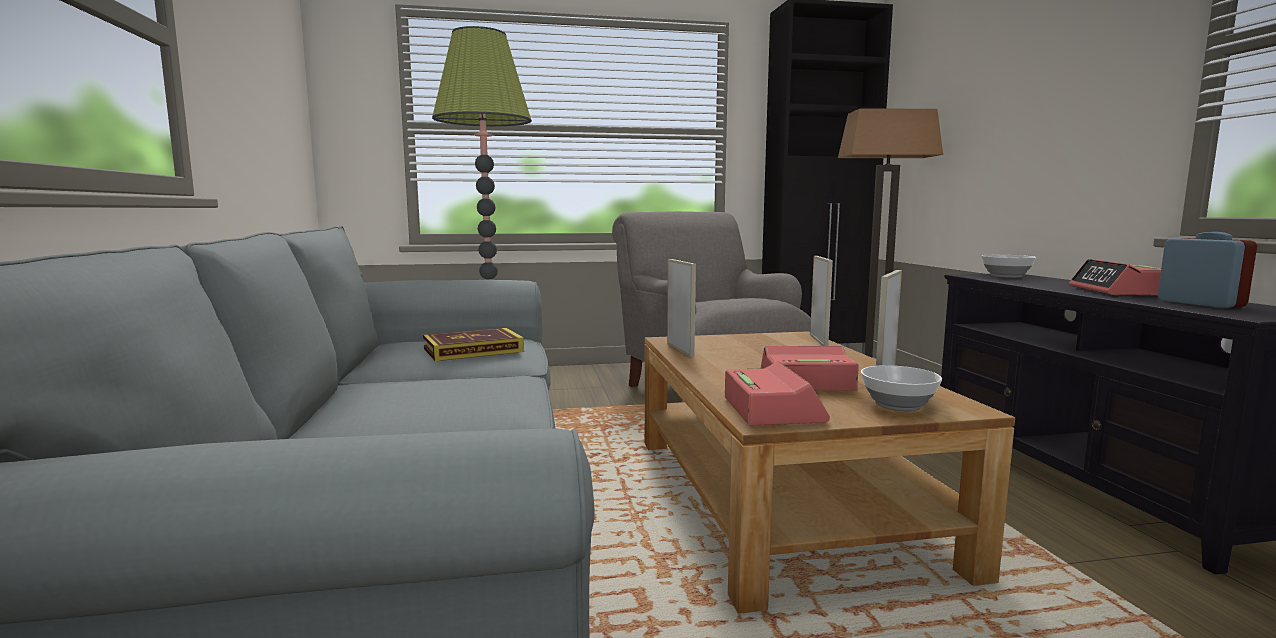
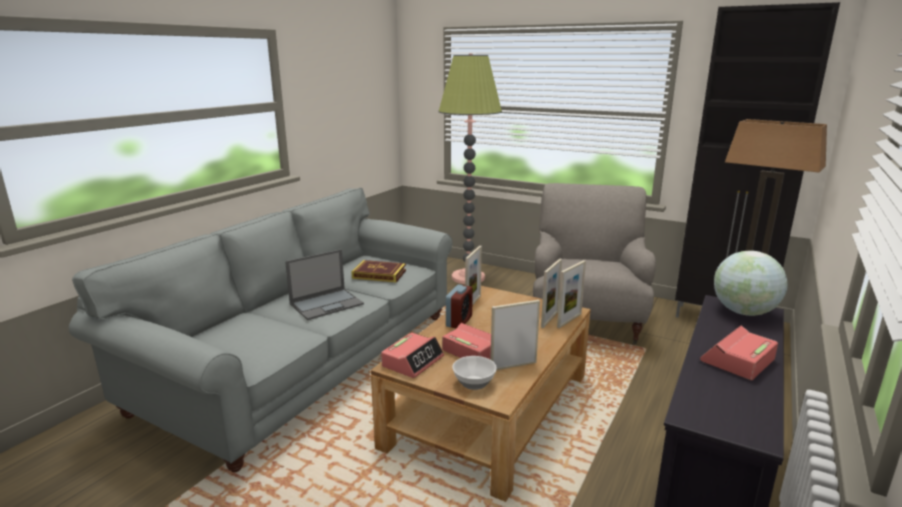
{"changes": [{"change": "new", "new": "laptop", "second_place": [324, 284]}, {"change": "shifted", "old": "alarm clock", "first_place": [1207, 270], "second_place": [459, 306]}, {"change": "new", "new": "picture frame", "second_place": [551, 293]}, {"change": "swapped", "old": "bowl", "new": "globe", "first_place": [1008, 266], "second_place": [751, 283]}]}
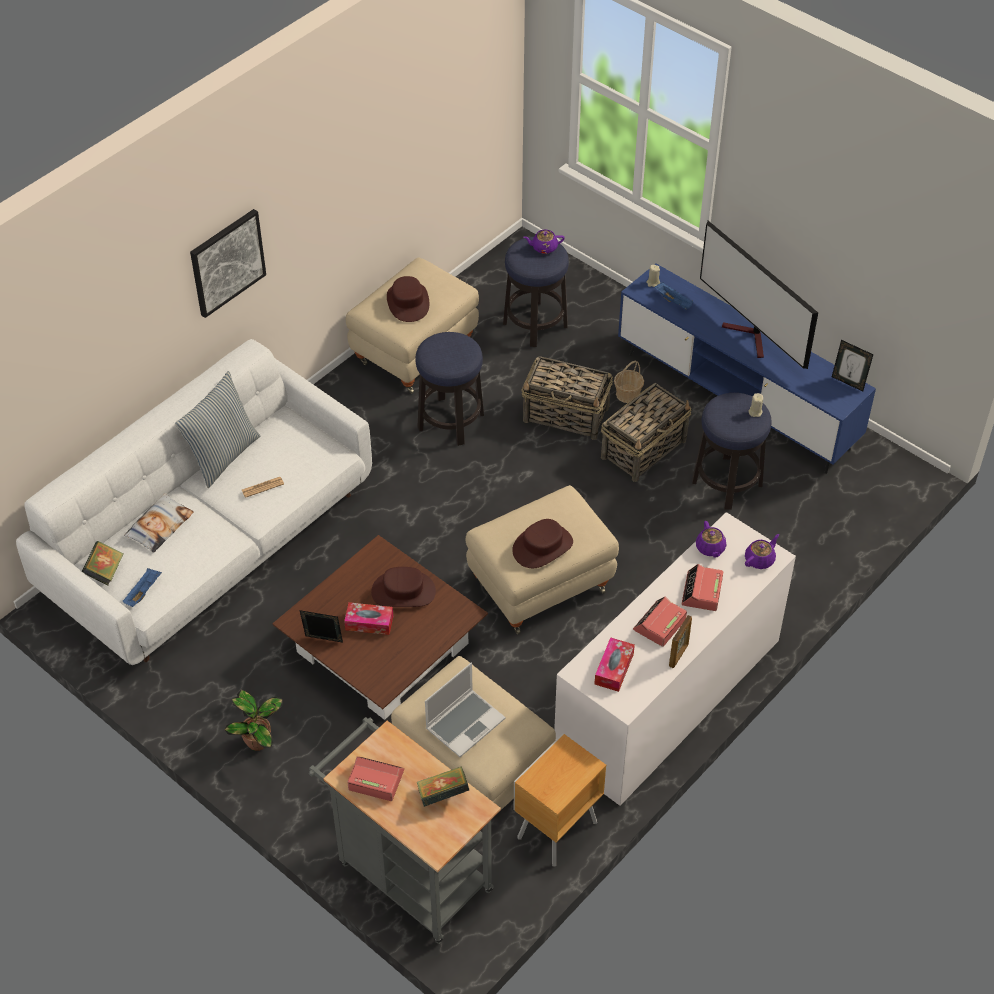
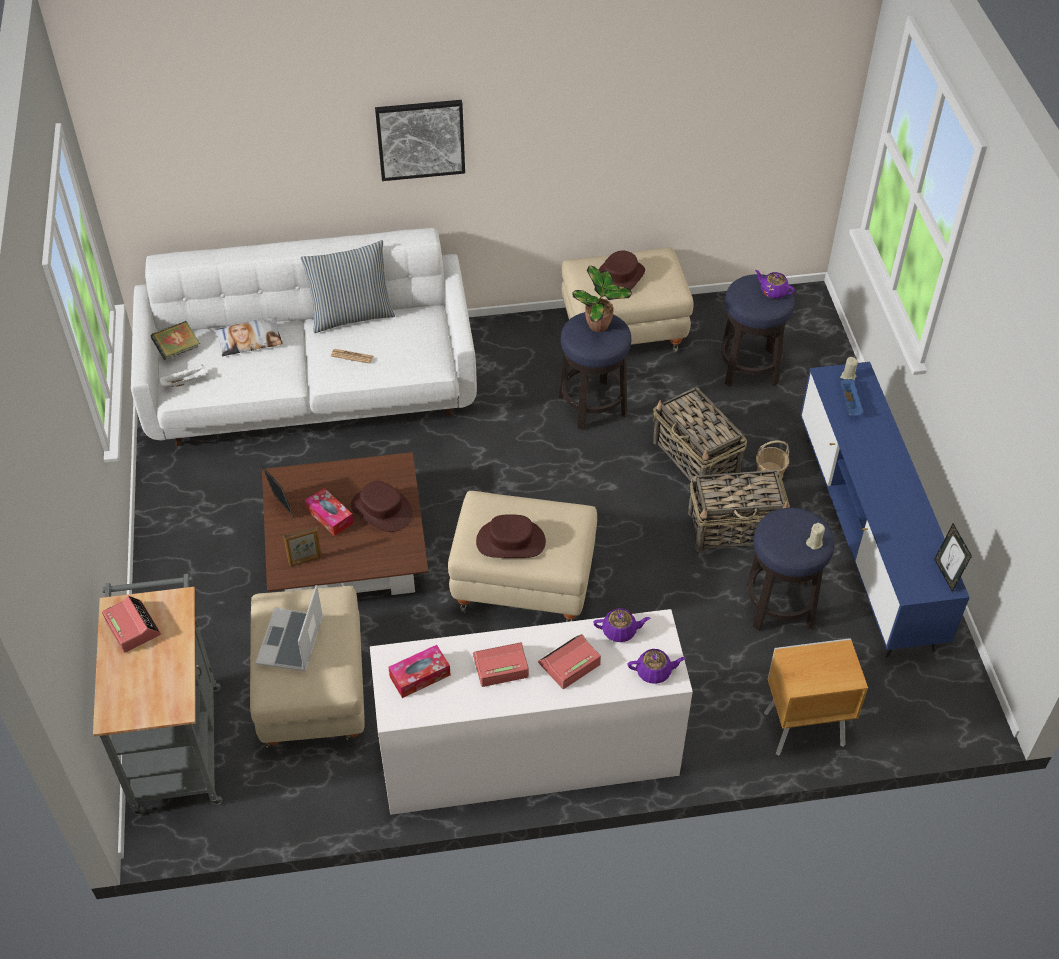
{"changes": [{"change": "repainted", "old": "blue tray", "new": "white tray", "first_place": [142, 587], "second_place": [184, 375]}, {"change": "rotated", "old": "laptop", "first_place": [465, 710], "second_place": [289, 628], "degrees": 105}, {"change": "shifted", "old": "picture frame", "first_place": [680, 641], "second_place": [302, 546]}, {"change": "shifted", "old": "potted plant", "first_place": [254, 720], "second_place": [602, 299]}, {"change": "rotated", "old": "purple teapot", "first_place": [711, 539], "second_place": [621, 625], "degrees": -120}, {"change": "shifted", "old": "brown nightstand", "first_place": [560, 800], "second_place": [816, 696]}, {"change": "gone", "old": "book", "first_place": [443, 786]}, {"change": "gone", "old": "television", "first_place": [759, 295]}]}
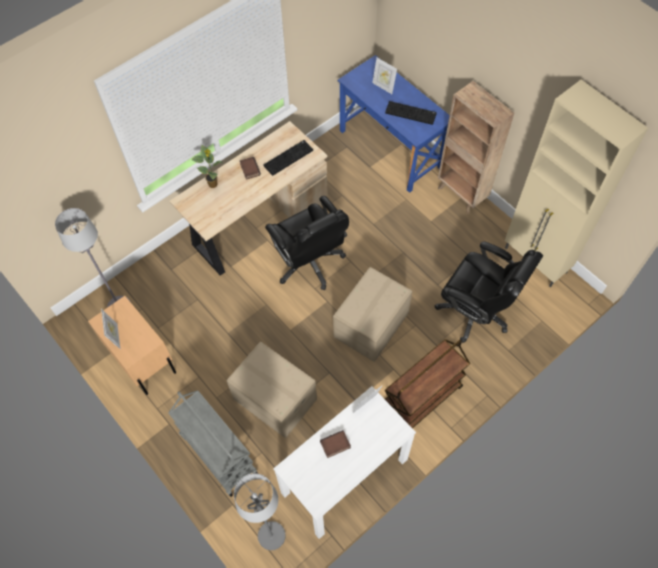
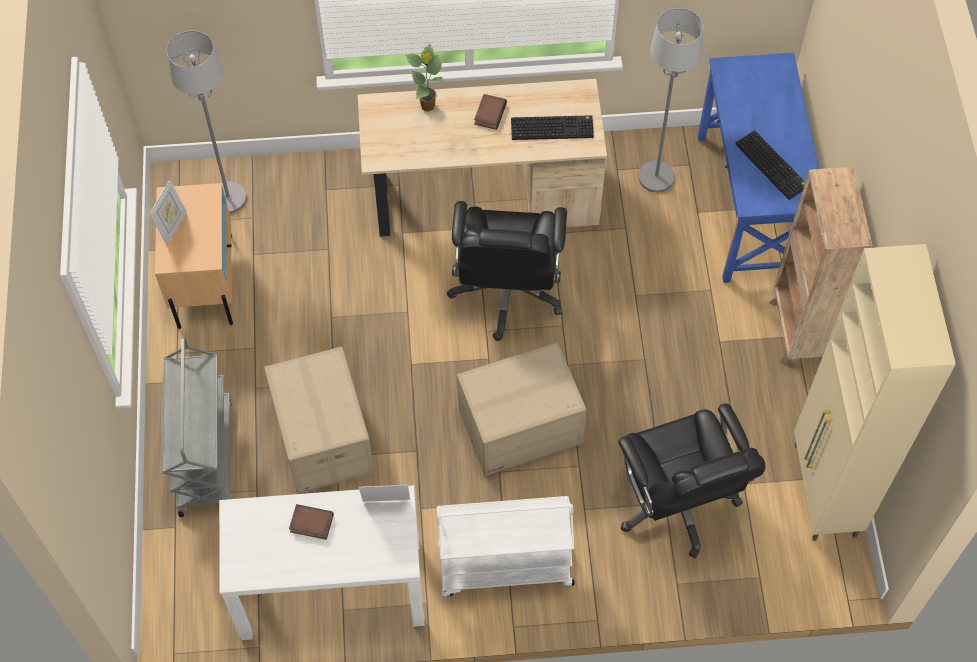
{"changes": [{"change": "repainted", "old": "brown cart", "new": "white cart", "first_place": [427, 383], "second_place": [506, 546]}, {"change": "shifted", "old": "grey floor lamp", "first_place": [260, 511], "second_place": [670, 100]}, {"change": "gone", "old": "picture frame", "first_place": [384, 76]}]}
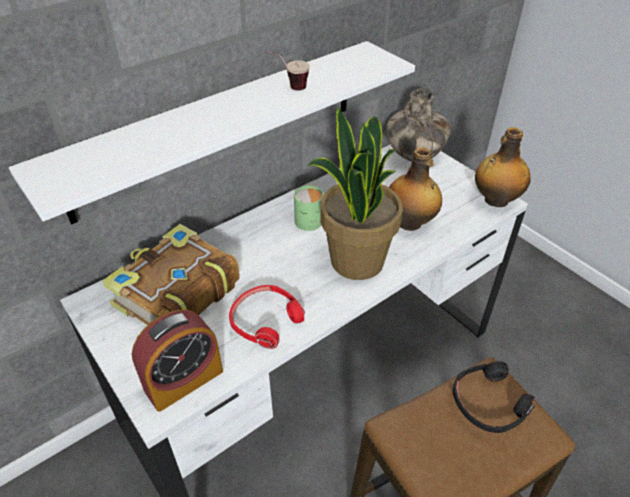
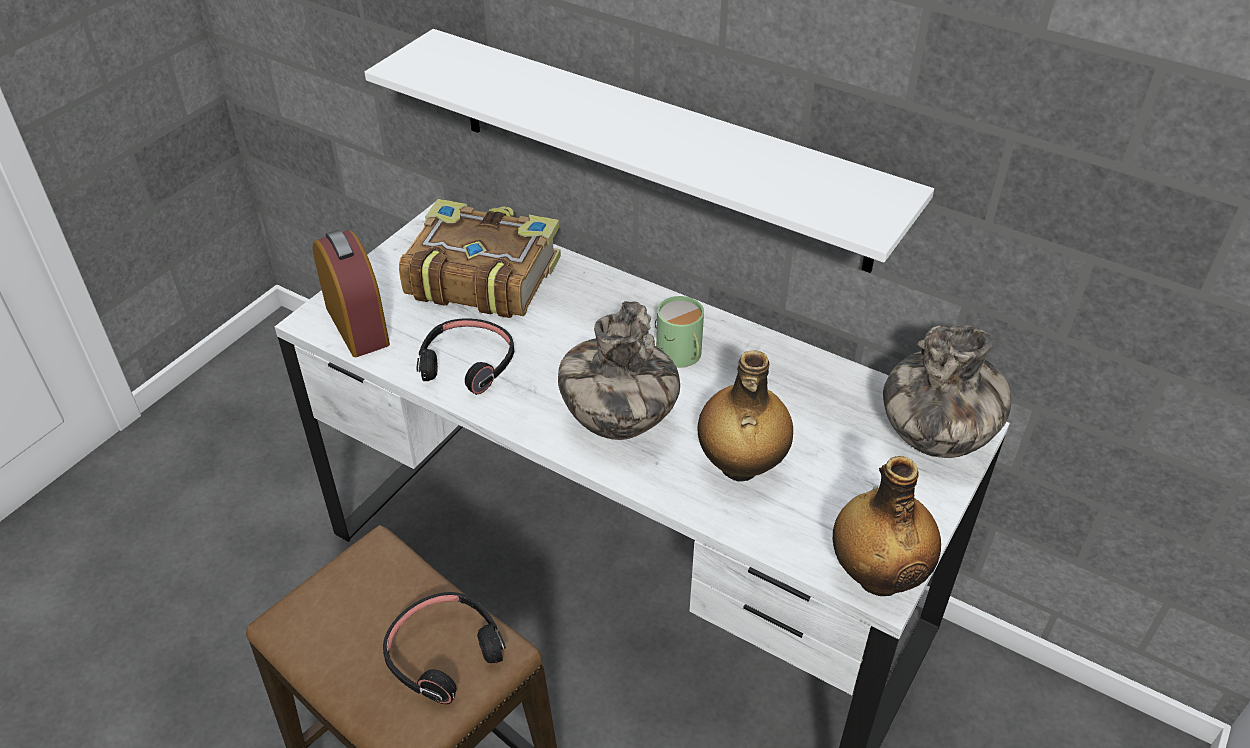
{"changes": [{"change": "rotated", "old": "alarm clock", "first_place": [177, 361], "second_place": [351, 293], "degrees": -150}, {"change": "repainted", "old": "red headphones", "new": "black headphones", "first_place": [267, 317], "second_place": [465, 356]}, {"change": "swapped", "old": "potted plant", "new": "vase", "first_place": [355, 193], "second_place": [619, 370]}, {"change": "gone", "old": "cup", "first_place": [287, 71]}]}
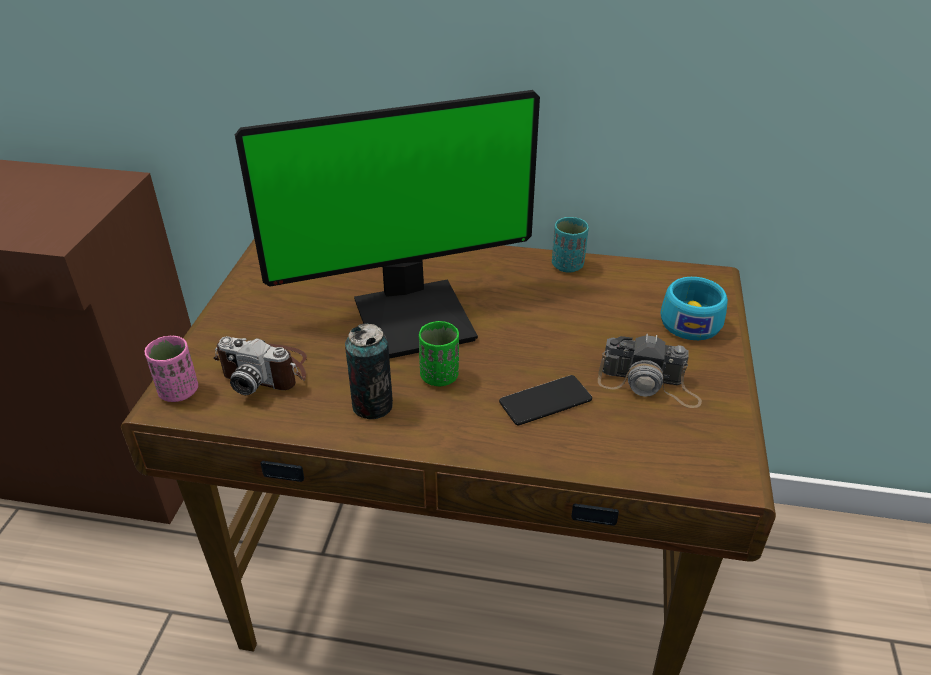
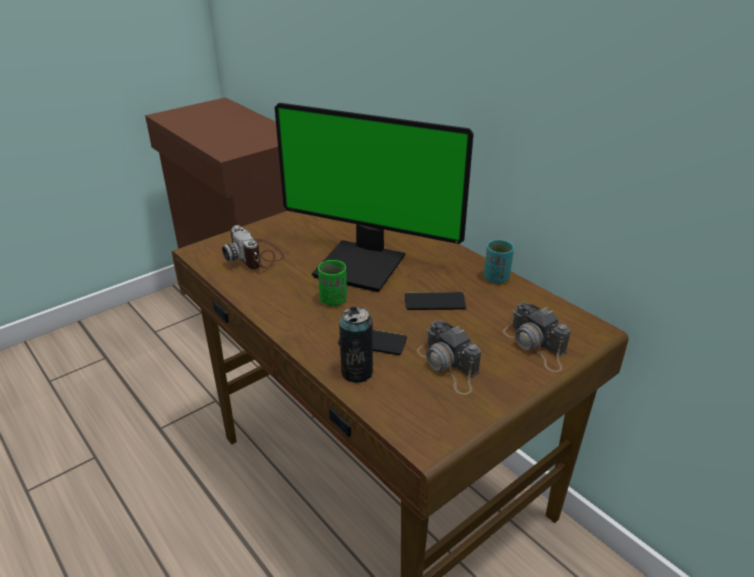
{"changes": [{"change": "shifted", "old": "can", "first_place": [369, 371], "second_place": [356, 345]}, {"change": "new", "new": "phone", "second_place": [435, 301]}, {"change": "swapped", "old": "turquoise cup", "new": "photo camera", "first_place": [694, 308], "second_place": [536, 337]}, {"change": "gone", "old": "pink cup", "first_place": [171, 369]}]}
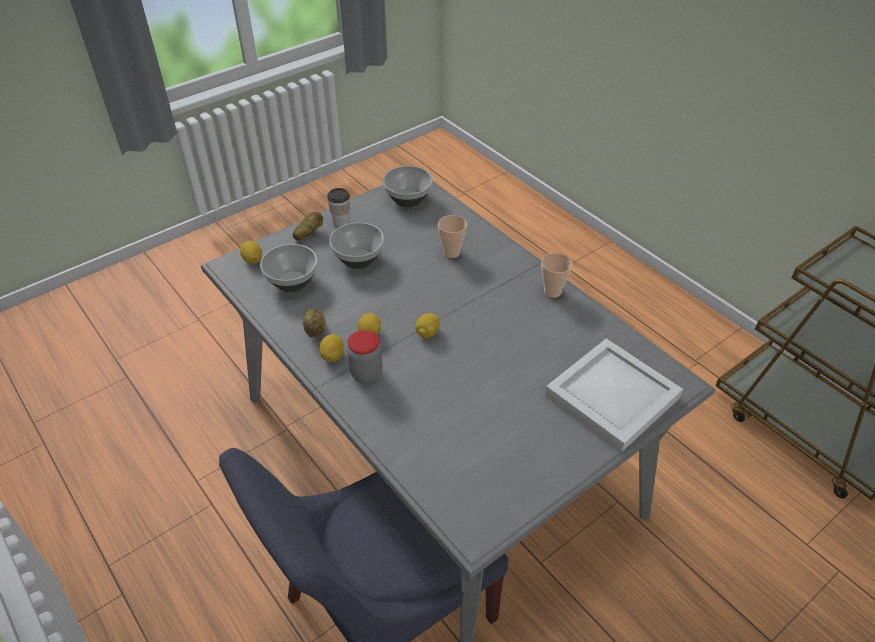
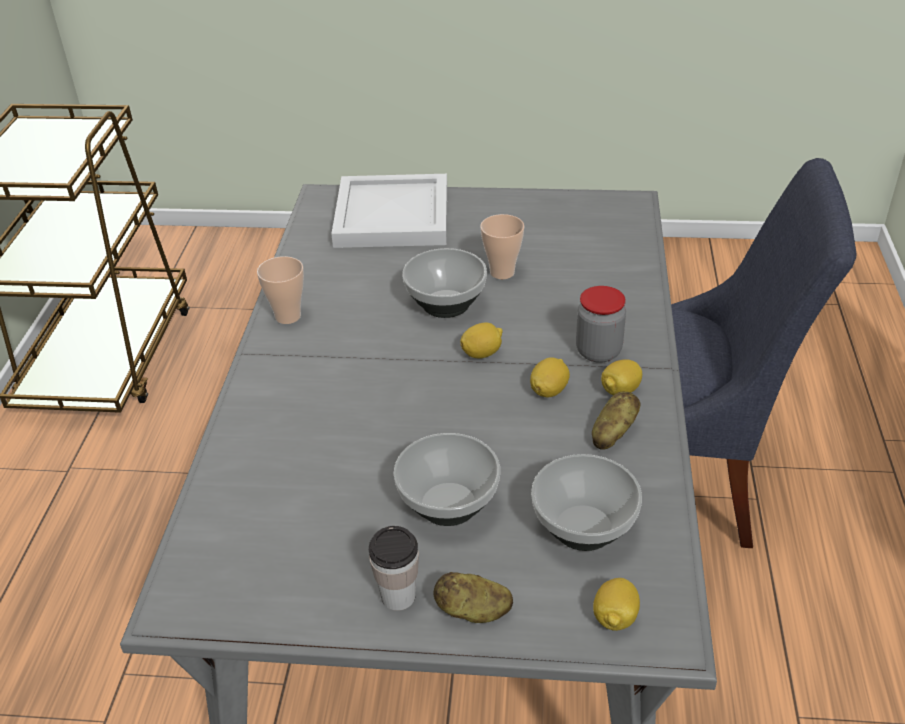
{"changes": [{"change": "shifted", "old": "bowl", "first_place": [408, 186], "second_place": [444, 283]}, {"change": "shifted", "old": "cup", "first_place": [452, 236], "second_place": [502, 246]}]}
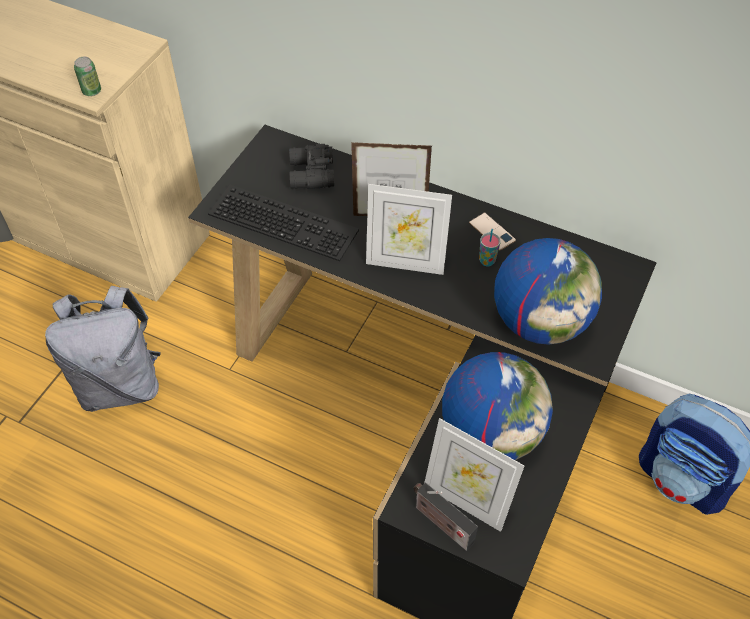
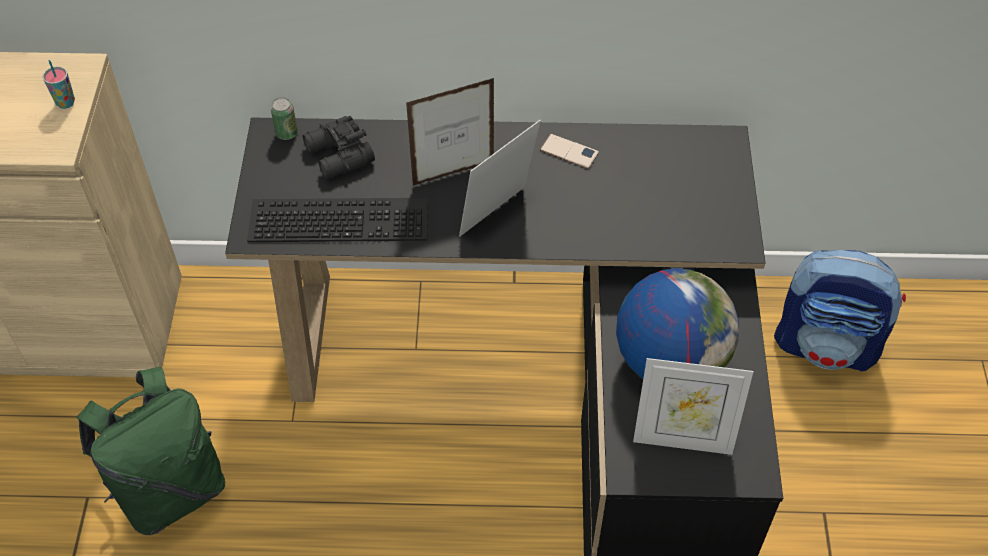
{"changes": [{"change": "shifted", "old": "cup", "first_place": [490, 247], "second_place": [59, 84]}, {"change": "repainted", "old": "grey backpack", "new": "green backpack", "first_place": [103, 349], "second_place": [150, 451]}, {"change": "shifted", "old": "can", "first_place": [87, 76], "second_place": [284, 118]}, {"change": "rotated", "old": "picture frame", "first_place": [409, 229], "second_place": [500, 178], "degrees": 150}, {"change": "gone", "old": "radio", "first_place": [446, 517]}, {"change": "gone", "old": "globe", "first_place": [548, 291]}]}
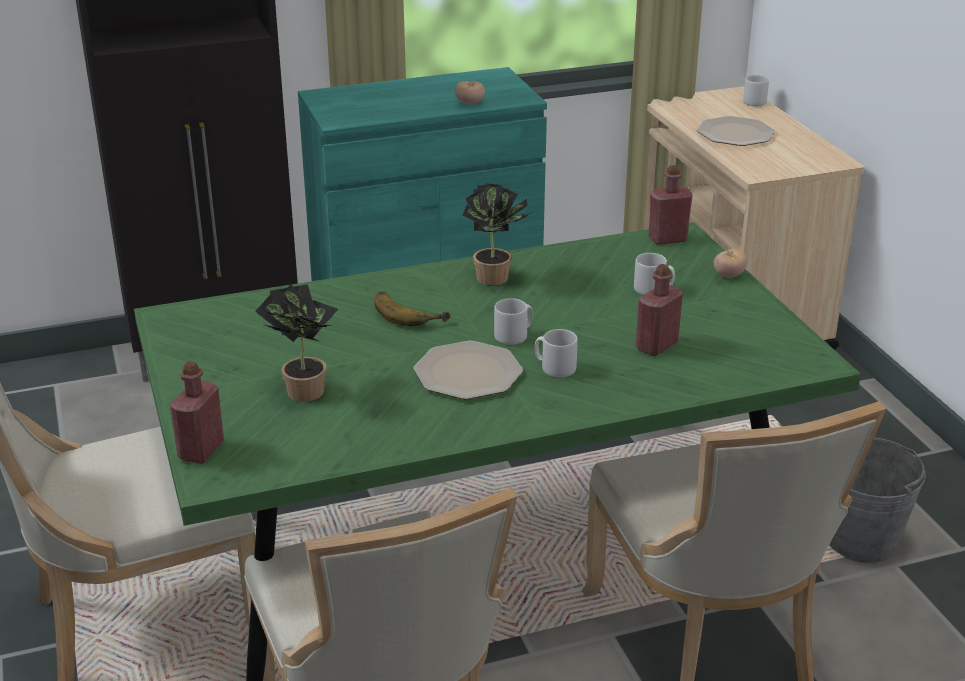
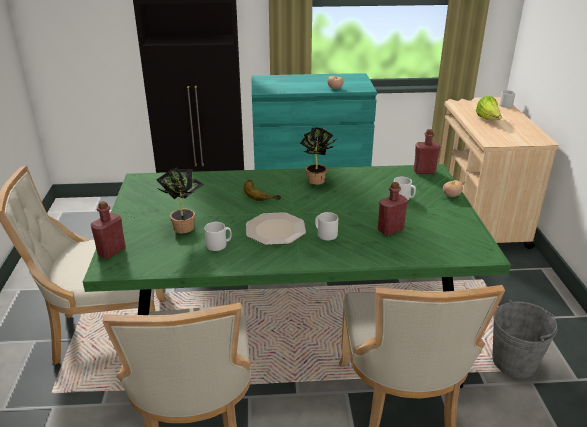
{"changes": [{"change": "shifted", "old": "grey mug", "first_place": [513, 321], "second_place": [218, 236]}, {"change": "swapped", "old": "plate", "new": "lettuce", "first_place": [736, 131], "second_place": [489, 108]}]}
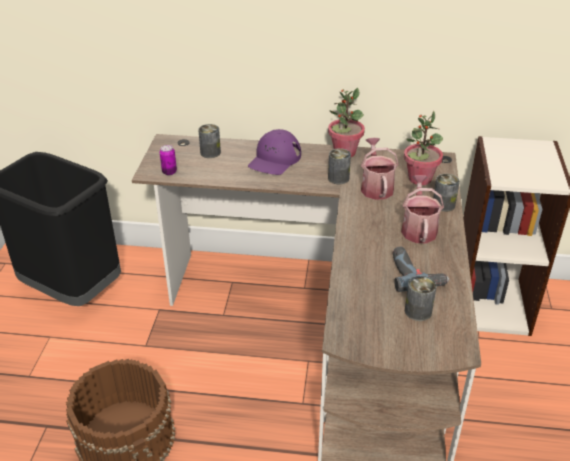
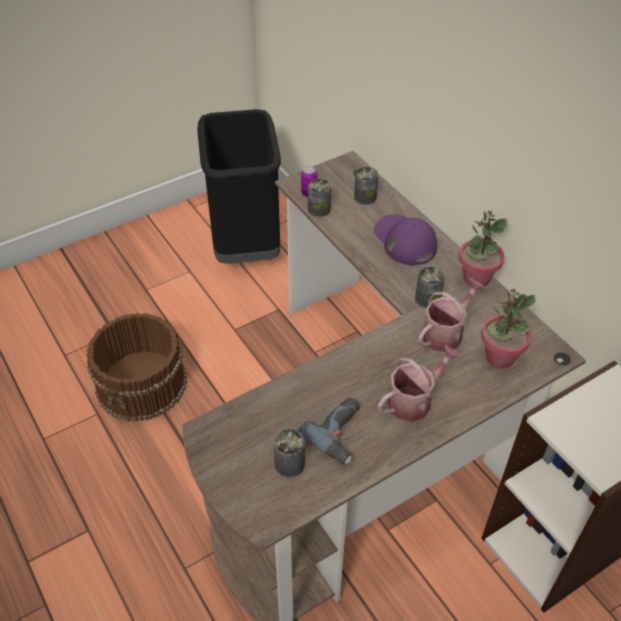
{"changes": [{"change": "shifted", "old": "can", "first_place": [446, 193], "second_place": [319, 197]}, {"change": "rotated", "old": "purple cap", "first_place": [274, 152], "second_place": [405, 240], "degrees": 75}]}
